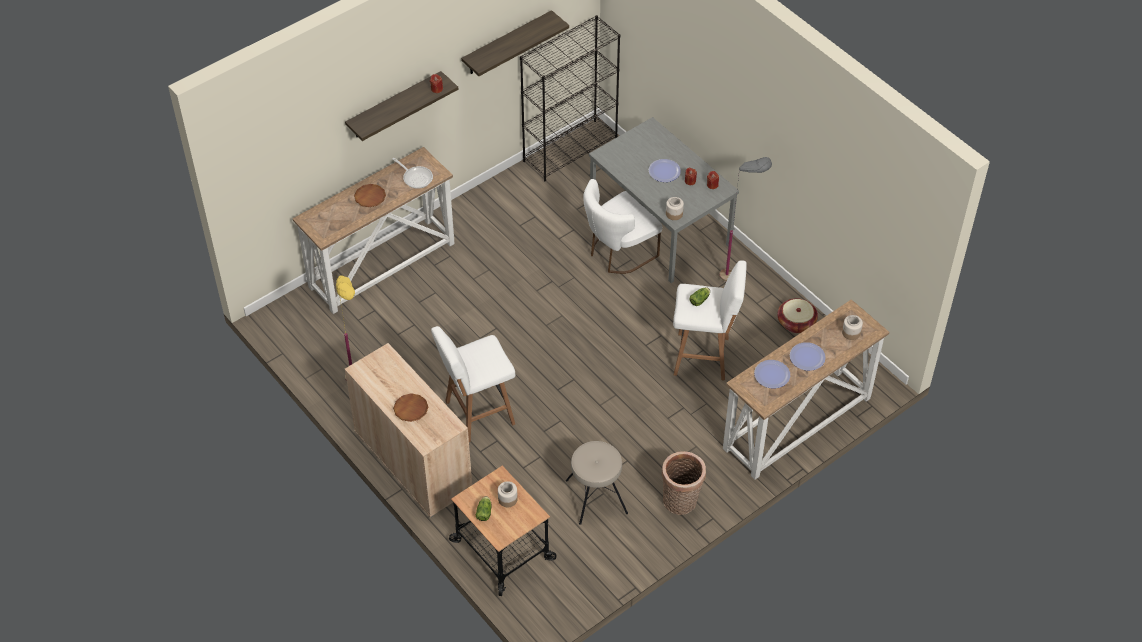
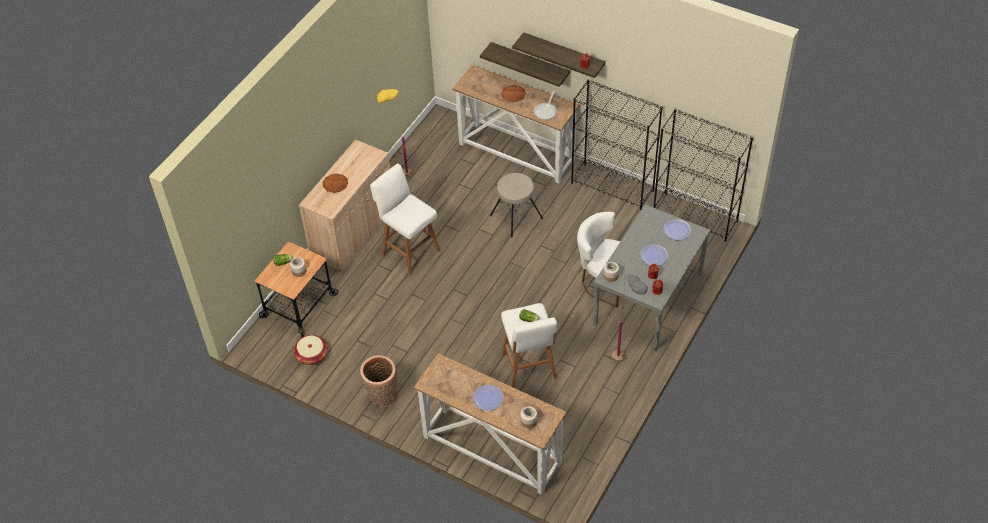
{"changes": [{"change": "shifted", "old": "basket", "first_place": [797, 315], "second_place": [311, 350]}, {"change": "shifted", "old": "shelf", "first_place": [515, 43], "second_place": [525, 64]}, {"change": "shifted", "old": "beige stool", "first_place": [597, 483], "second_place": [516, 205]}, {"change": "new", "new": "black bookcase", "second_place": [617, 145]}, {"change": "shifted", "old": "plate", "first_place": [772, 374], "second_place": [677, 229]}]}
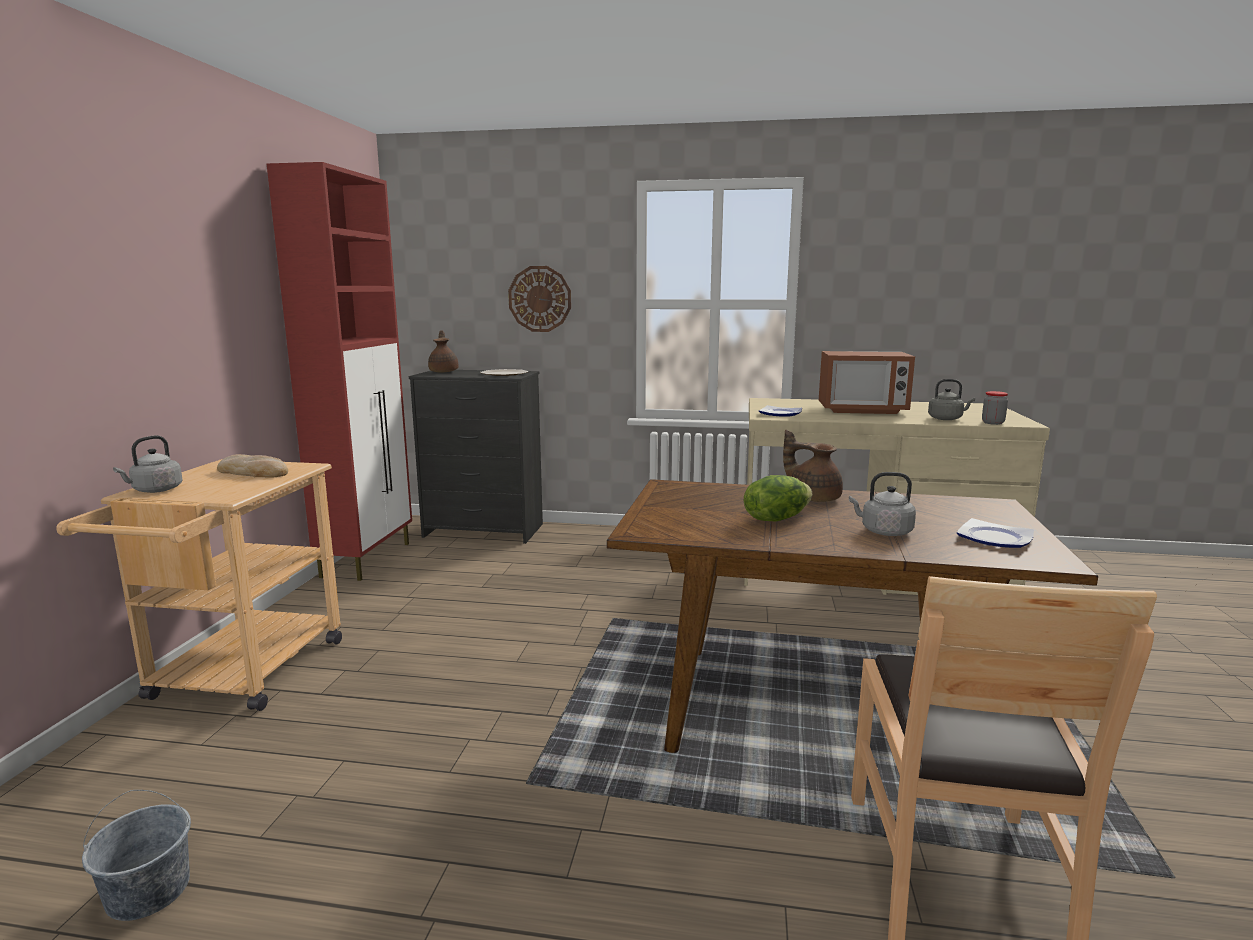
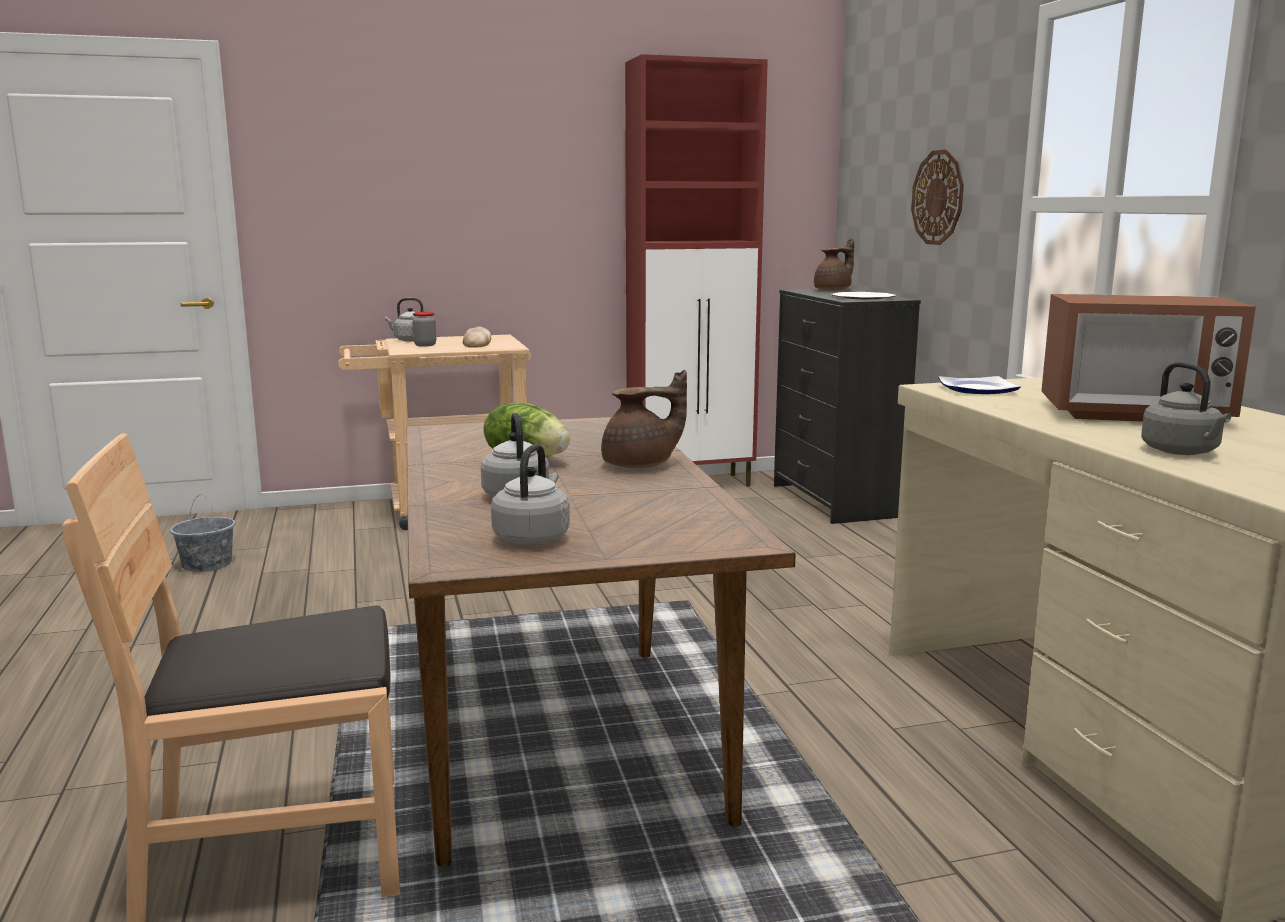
{"changes": [{"change": "shifted", "old": "jar", "first_place": [995, 408], "second_place": [424, 329]}, {"change": "swapped", "old": "plate", "new": "grey kettle", "first_place": [995, 533], "second_place": [530, 494]}, {"change": "rotated", "old": "brown teapot", "first_place": [813, 466], "second_place": [644, 419], "degrees": 60}, {"change": "rotated", "old": "microwave", "first_place": [867, 382], "second_place": [1148, 358], "degrees": -60}]}
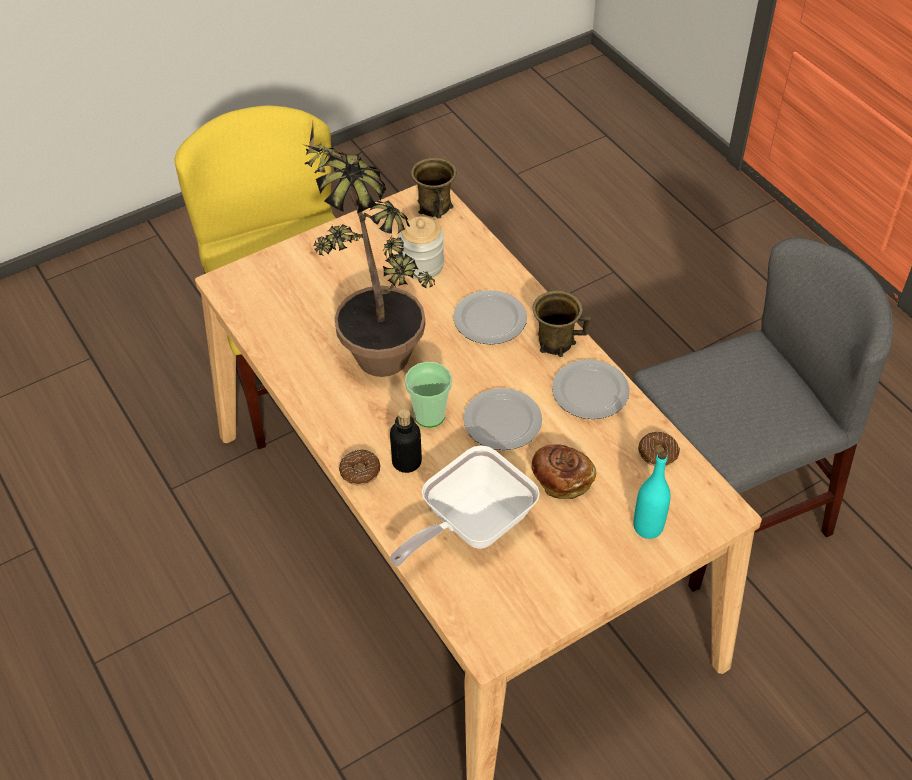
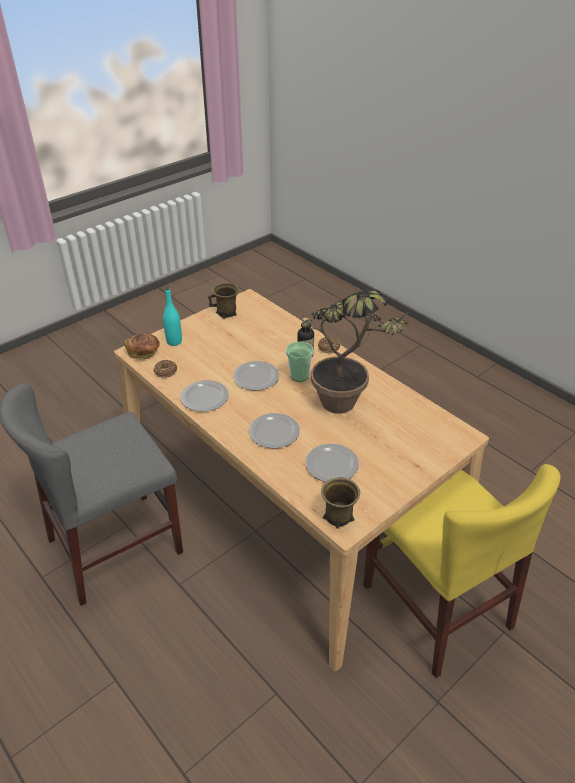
{"changes": [{"change": "shifted", "old": "bread", "first_place": [563, 472], "second_place": [142, 346]}, {"change": "shifted", "old": "brown mug", "first_place": [562, 323], "second_place": [223, 300]}, {"change": "swapped", "old": "jar", "new": "plate", "first_place": [421, 247], "second_place": [332, 463]}, {"change": "gone", "old": "frying pan", "first_place": [465, 506]}]}
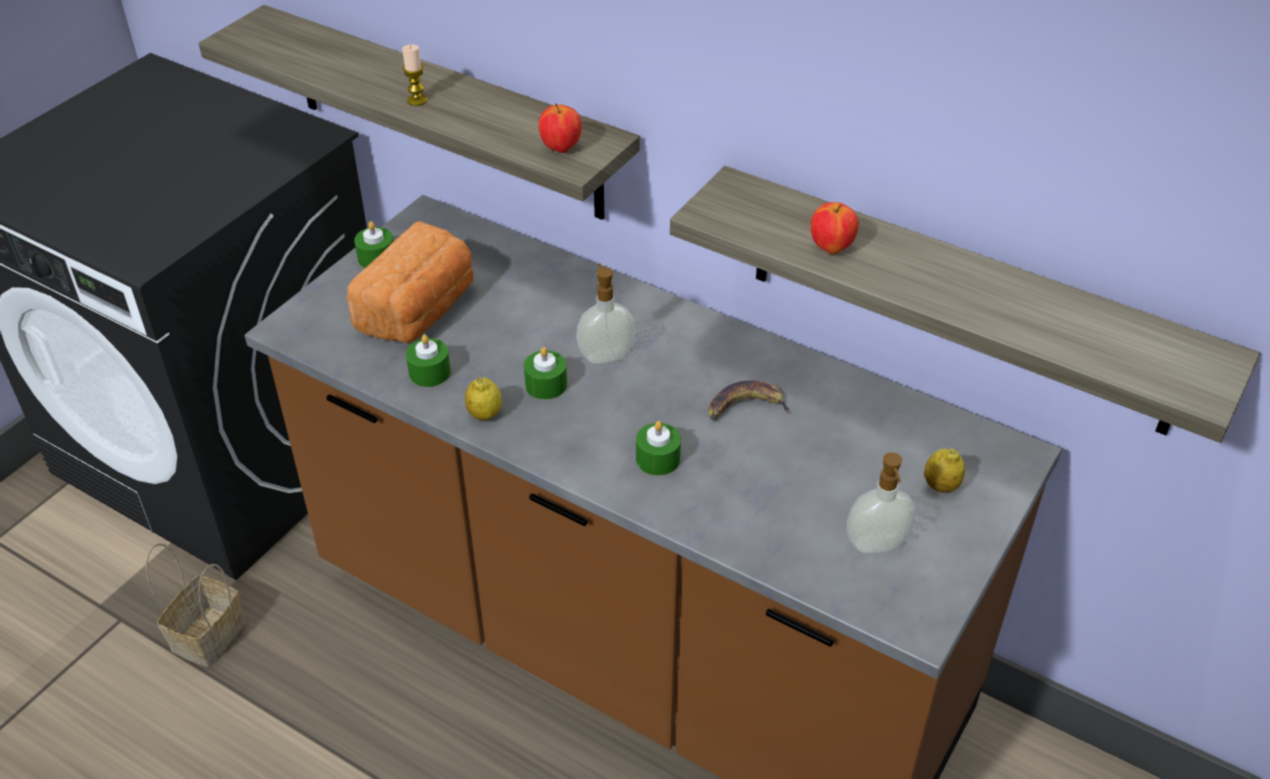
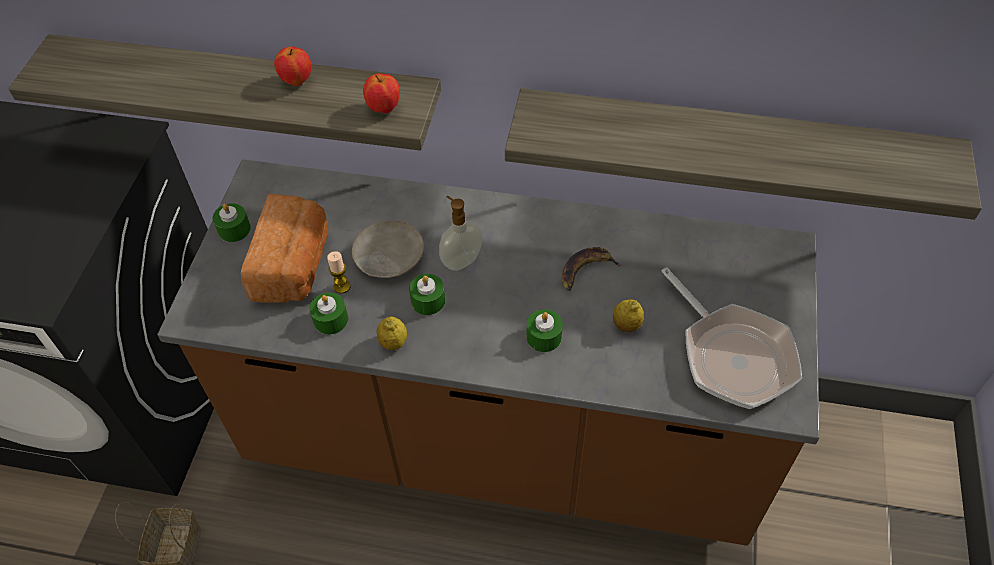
{"changes": [{"change": "shifted", "old": "apple", "first_place": [835, 228], "second_place": [292, 66]}, {"change": "shifted", "old": "candle", "first_place": [414, 75], "second_place": [338, 272]}, {"change": "new", "new": "beige plate", "second_place": [388, 249]}, {"change": "shifted", "old": "lemon", "first_place": [944, 471], "second_place": [628, 315]}, {"change": "swapped", "old": "soap dispenser", "new": "frying pan", "first_place": [881, 503], "second_place": [732, 338]}]}
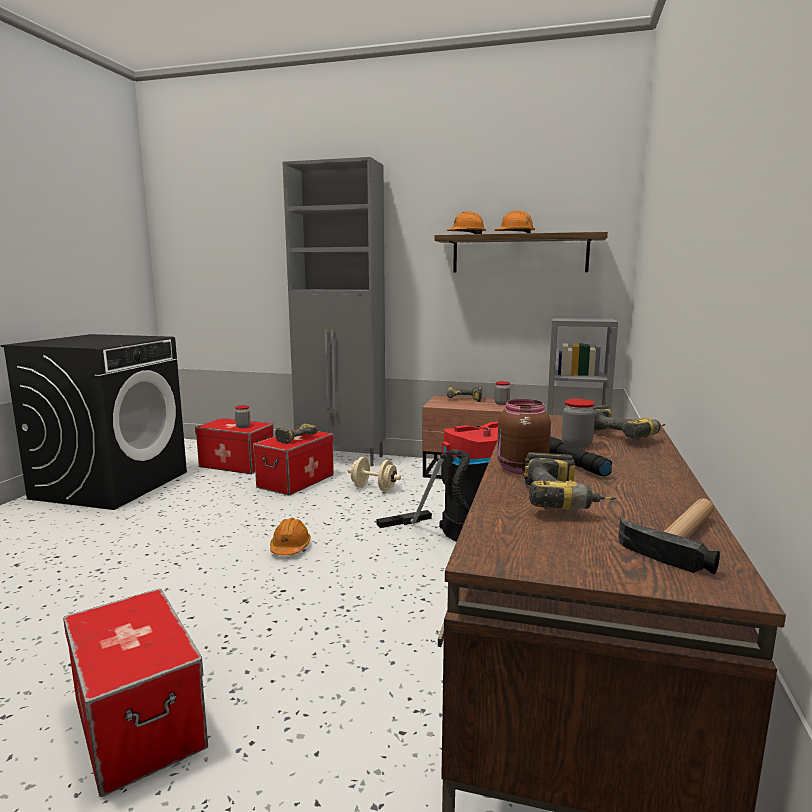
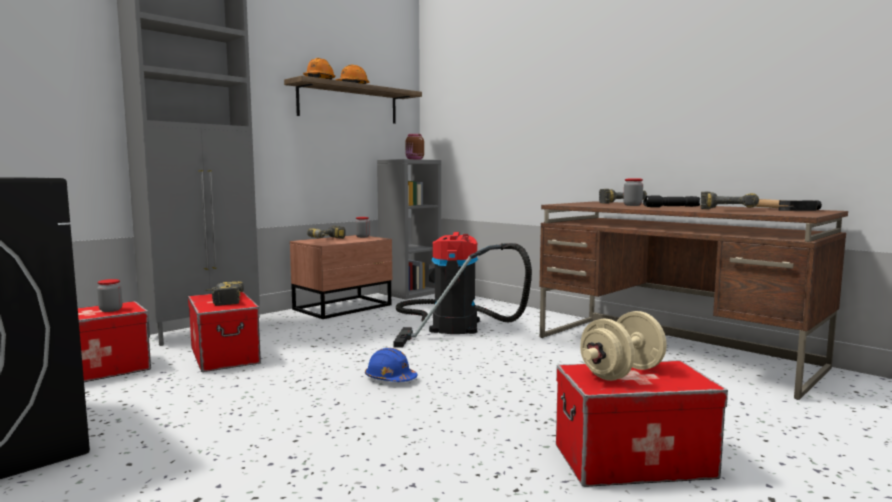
{"changes": [{"change": "repainted", "old": "orange hard hat", "new": "blue hard hat", "first_place": [290, 537], "second_place": [391, 365]}, {"change": "shifted", "old": "brown jar", "first_place": [524, 437], "second_place": [414, 147]}, {"change": "shifted", "old": "beige dumbbell", "first_place": [374, 474], "second_place": [623, 346]}]}
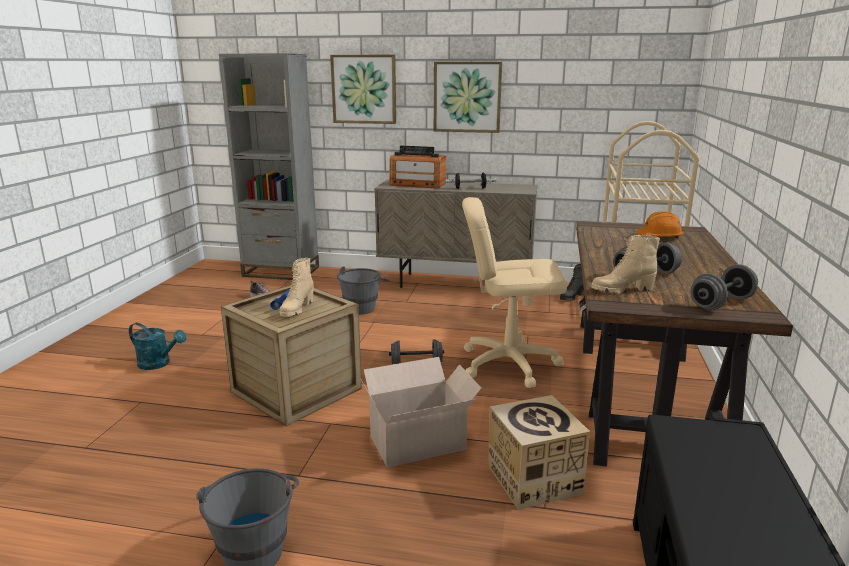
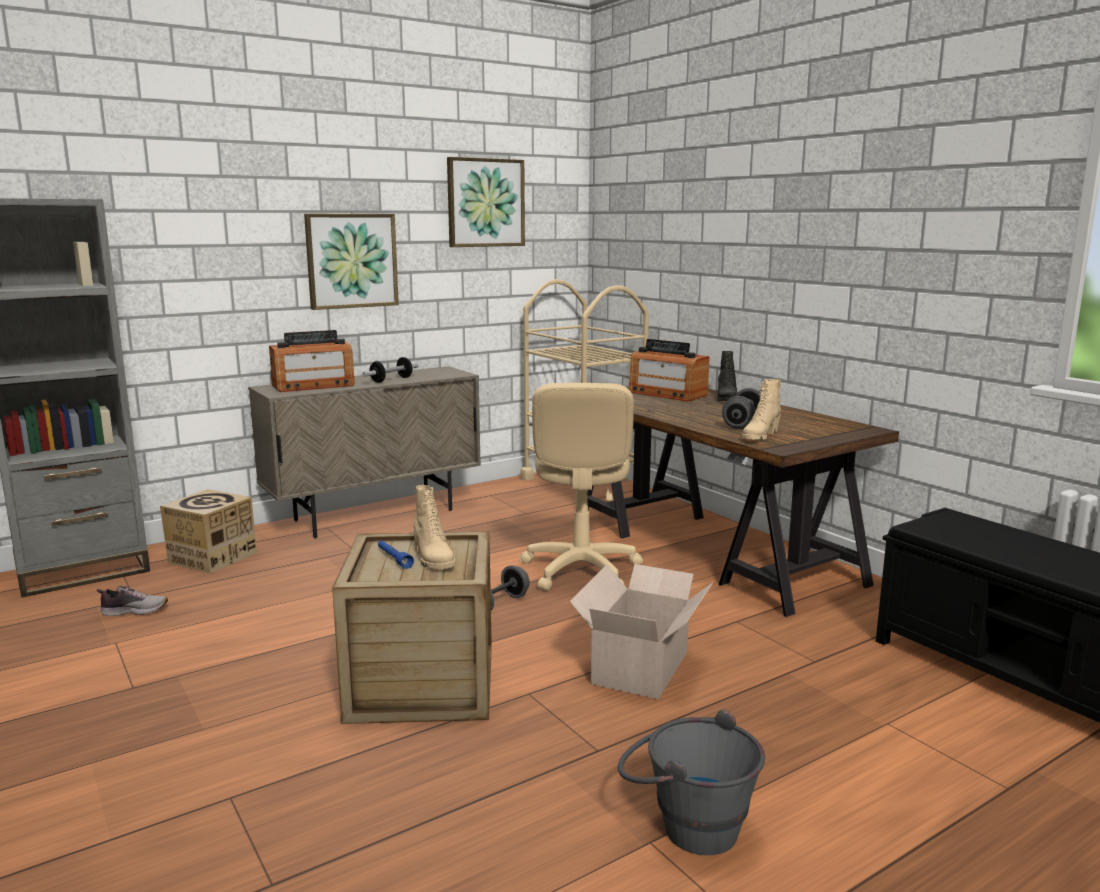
{"changes": [{"change": "shifted", "old": "cardboard box", "first_place": [539, 452], "second_place": [208, 531]}, {"change": "shifted", "old": "picture", "first_place": [363, 89], "second_place": [486, 202]}, {"change": "rotated", "old": "beige office chair", "first_place": [514, 292], "second_place": [581, 487], "degrees": -45}, {"change": "swapped", "old": "orange hard hat", "new": "radio", "first_place": [660, 225], "second_place": [669, 370]}, {"change": "shifted", "old": "black boot", "first_place": [572, 282], "second_place": [727, 376]}, {"change": "gone", "old": "turquoise watering can", "first_place": [158, 346]}, {"change": "gone", "old": "grey bucket", "first_place": [363, 291]}, {"change": "gone", "old": "grey dumbbell", "first_place": [724, 287]}]}
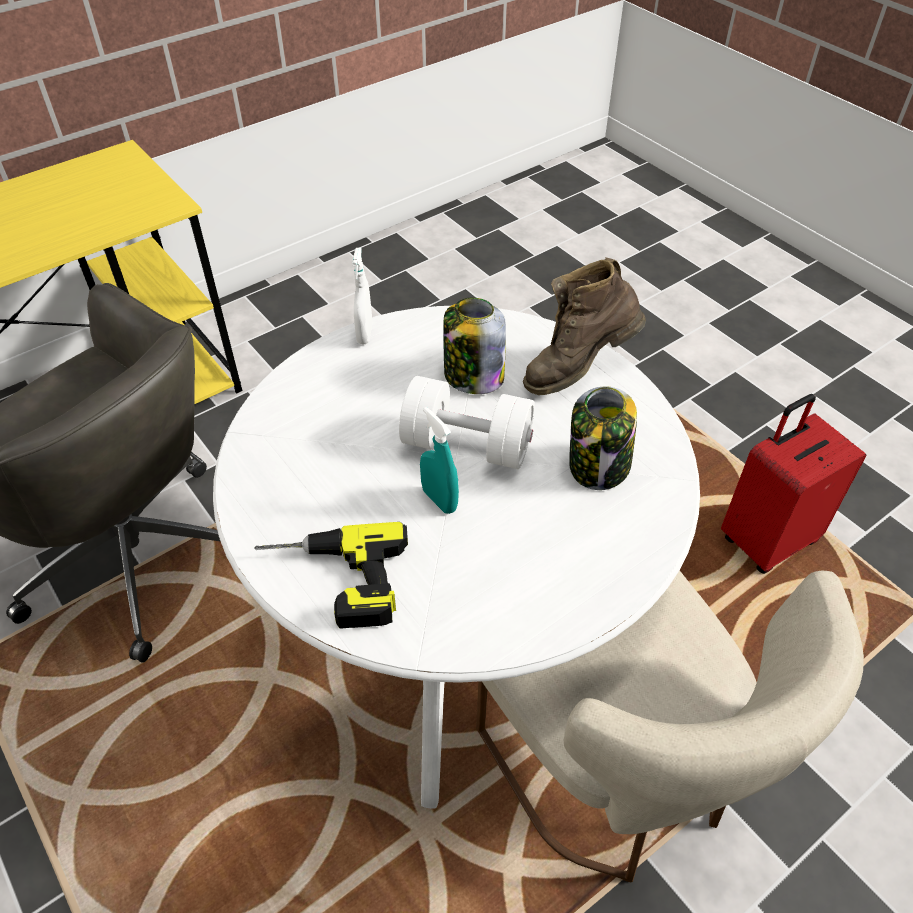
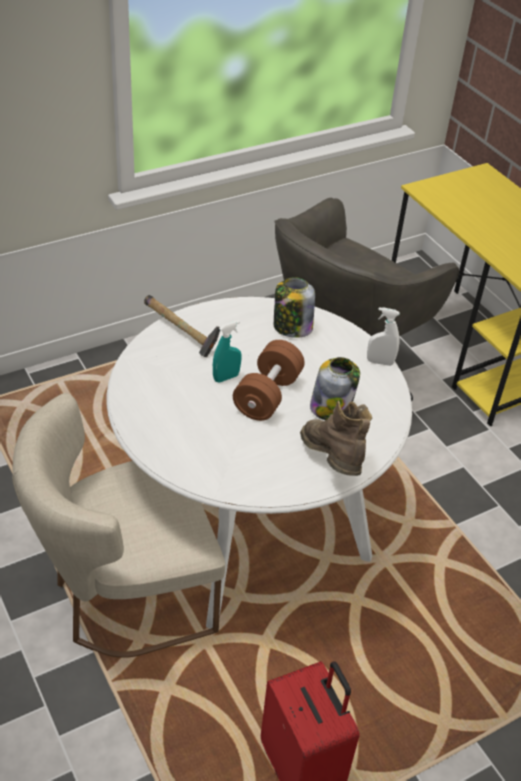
{"changes": [{"change": "swapped", "old": "power drill", "new": "hammer", "first_place": [331, 575], "second_place": [182, 326]}, {"change": "repainted", "old": "white dumbbell", "new": "brown dumbbell", "first_place": [467, 422], "second_place": [269, 380]}, {"change": "shifted", "old": "jar", "first_place": [603, 438], "second_place": [294, 307]}]}
